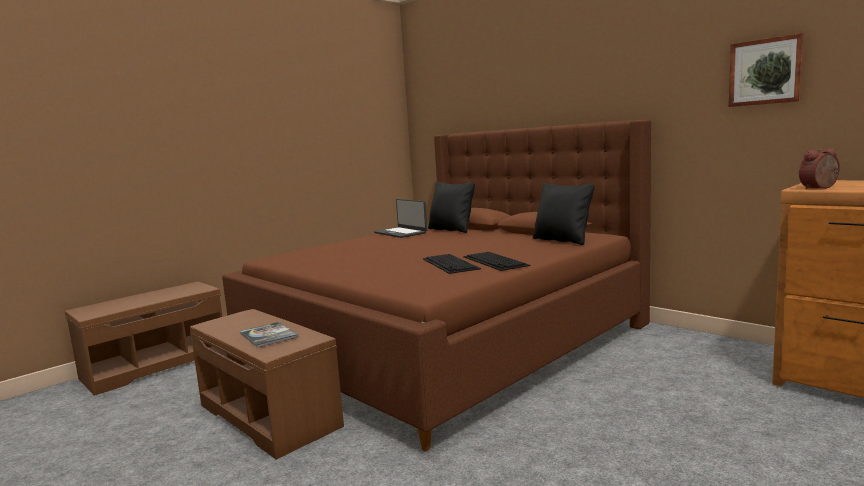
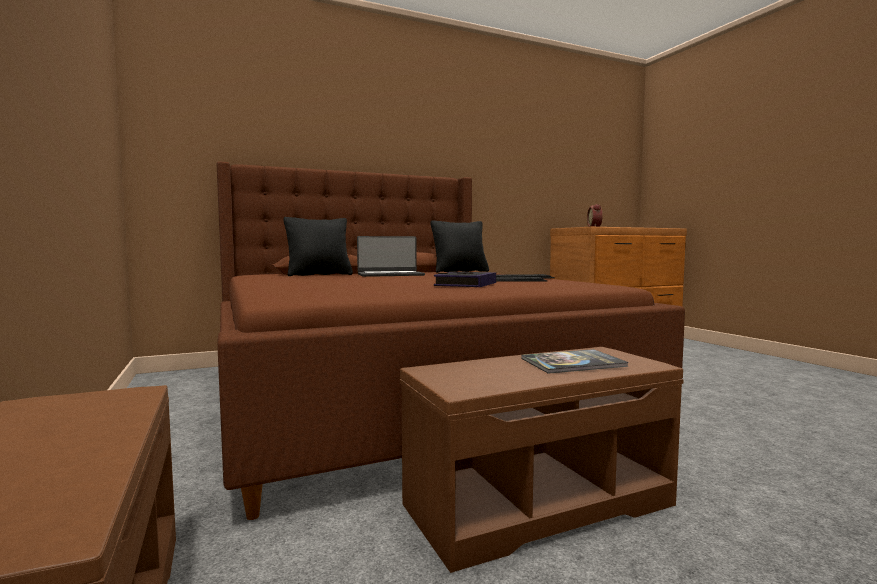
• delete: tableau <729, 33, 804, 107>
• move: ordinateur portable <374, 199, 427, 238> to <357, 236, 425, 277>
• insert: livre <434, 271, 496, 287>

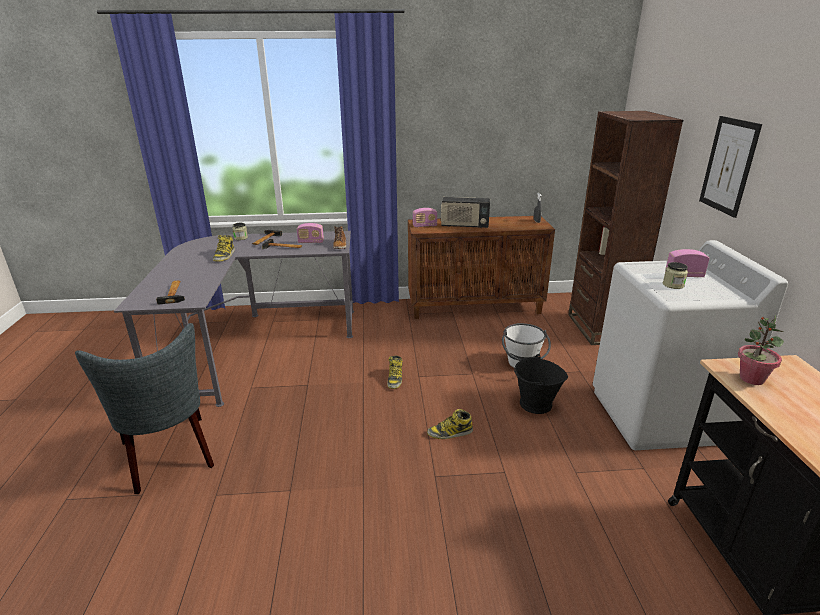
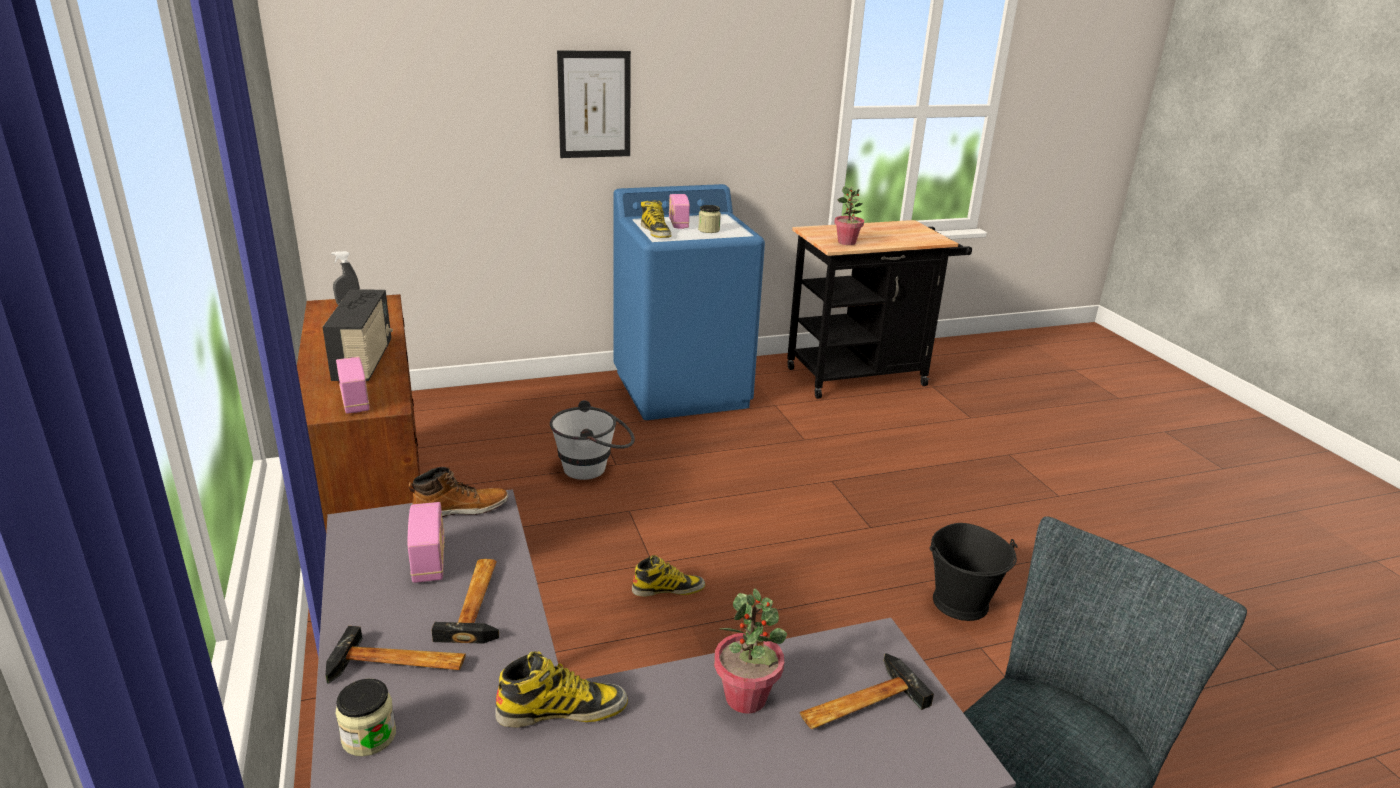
• delete: bibliothèque/marron <568, 111, 683, 345>
• recolor: lave-linge/blanc <593, 240, 788, 450> to lave-linge/bleu <614, 184, 765, 420>
• move: seau/noir <514, 354, 568, 414> to <930, 523, 1018, 621>
• move: botte <427, 409, 473, 439> to <641, 200, 671, 238>
• insert: plante en pot <714, 588, 787, 714>

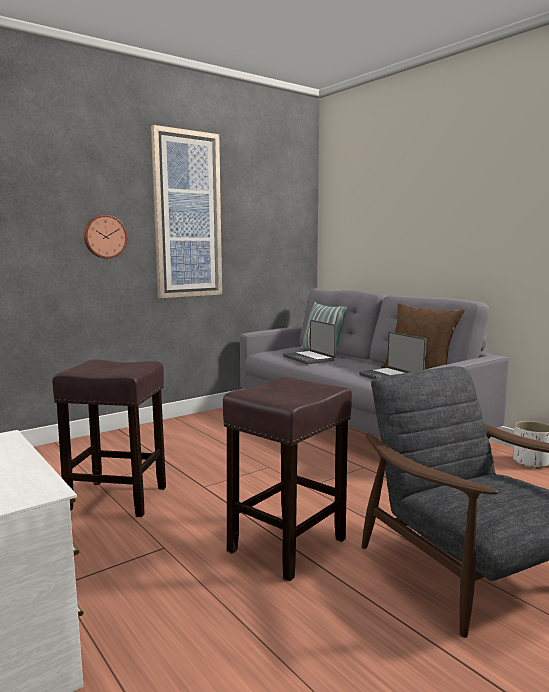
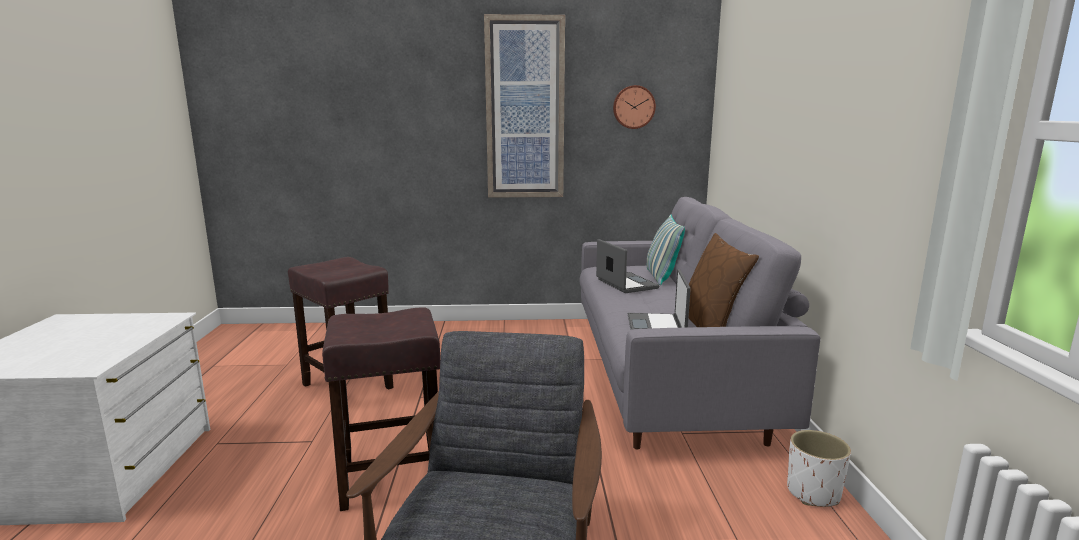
• move: horloge murale <84, 215, 127, 259> to <613, 85, 656, 129>
• rotate: ordinateur portable <283, 320, 337, 364> = <596, 239, 659, 293> 150 degrees clockwise

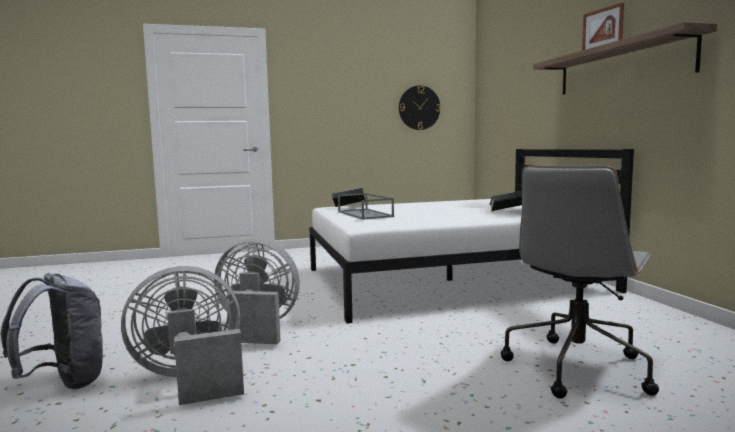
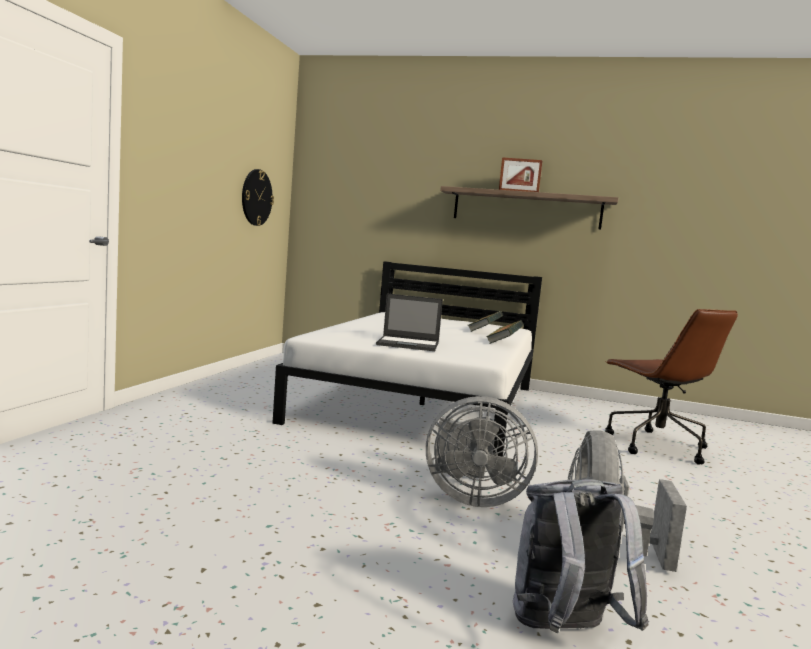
• recolor: chaise de bureau/gris <501, 166, 659, 399> to chaise de bureau/marron <605, 309, 738, 465>
• move: livre <332, 188, 365, 207> to <486, 320, 524, 344>
• replace: plateau/gris <338, 193, 394, 220> to ordinateur portable <376, 294, 443, 351>
• rotate: ventilateur/gris <214, 239, 300, 344> = <426, 396, 538, 507> 120 degrees counterclockwise

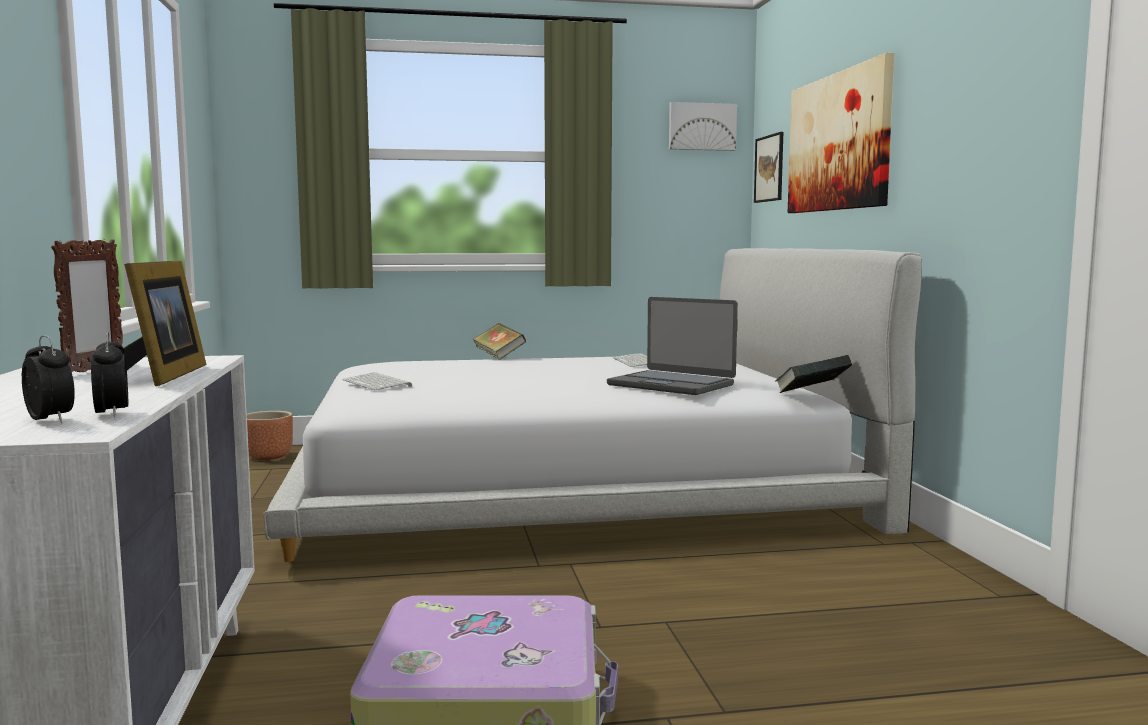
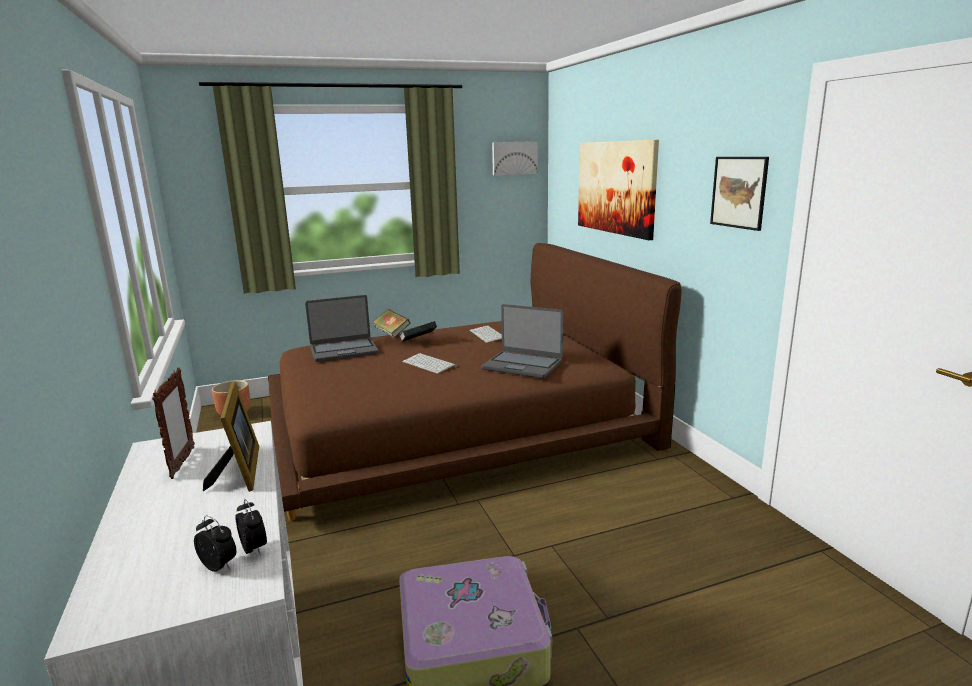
• move: tableau <754, 132, 783, 203> to <710, 157, 769, 231>
• recolor: lit/blanc <263, 248, 922, 562> to lit/marron <268, 243, 681, 521>
• move: livre <775, 355, 852, 393> to <399, 321, 437, 343>
• move: clavier <343, 372, 412, 390> to <402, 353, 457, 374>
• insert: ordinateur portable <305, 295, 379, 362>

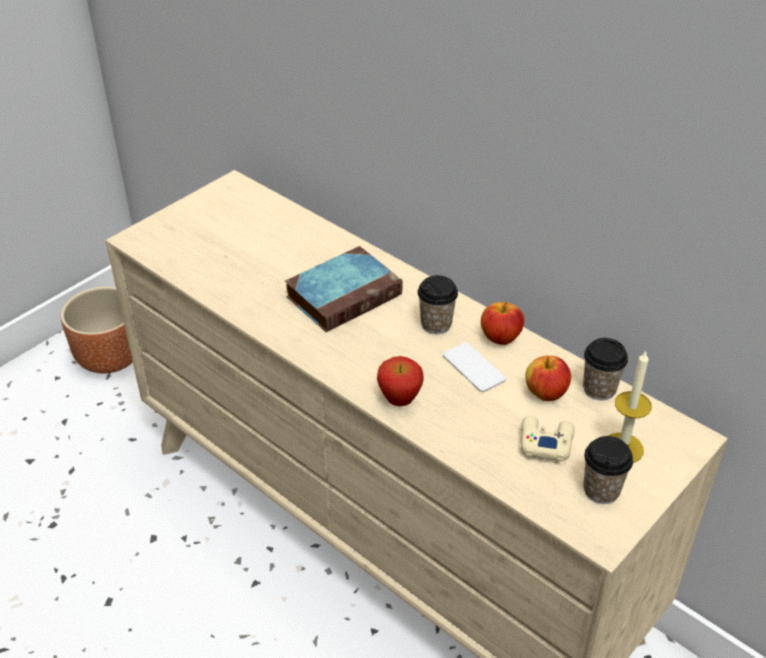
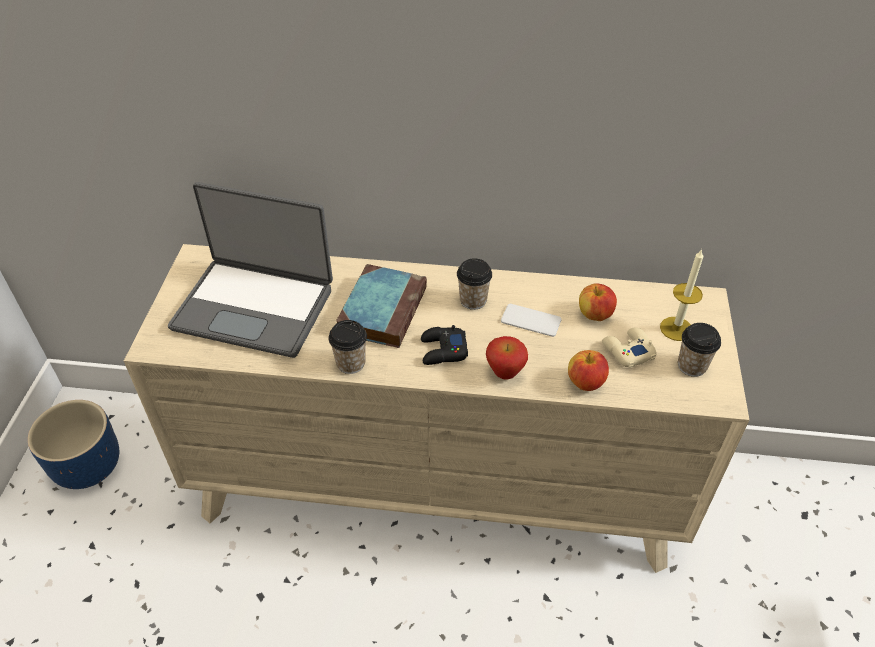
• recolor: cache-pot/marron <61, 286, 133, 374> to cache-pot/bleu <28, 400, 119, 489>
• move: pomme <481, 302, 524, 345> to <568, 350, 609, 391>
• move: tasse <583, 338, 628, 400> to <329, 320, 367, 374>
• insert: ordinateur portable <168, 182, 333, 358>
• insert: manette/noir <421, 325, 468, 365>

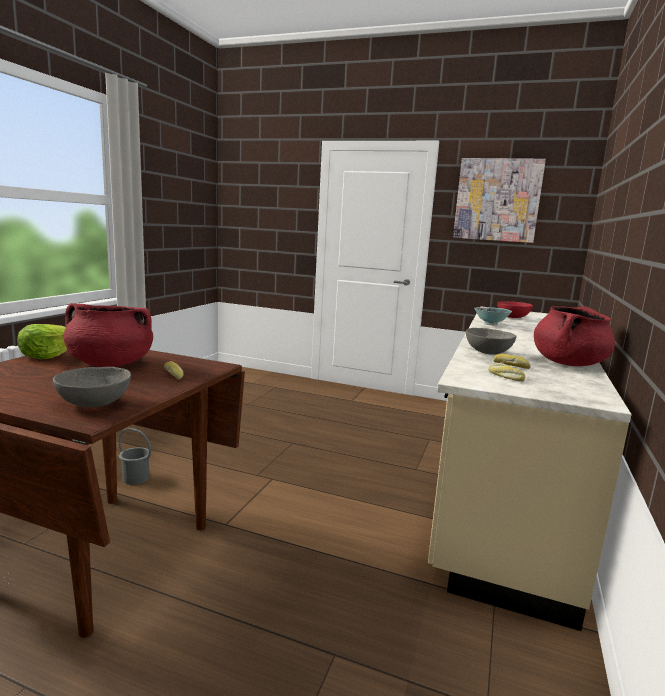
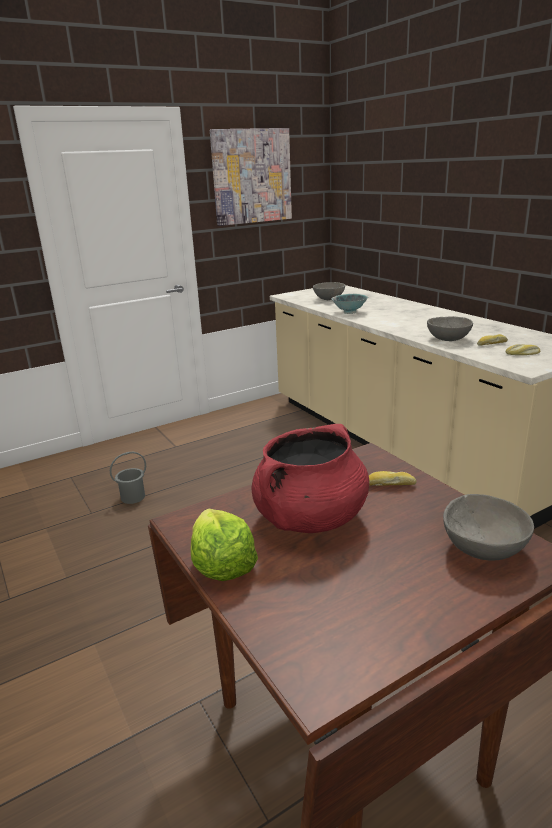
• recolor: bol/rouge <497, 301, 533, 318> to bol/gris <313, 282, 345, 300>
• delete: marmite/rouge <534, 306, 615, 366>
• move: seau/gris <119, 428, 151, 485> to <110, 452, 146, 504>

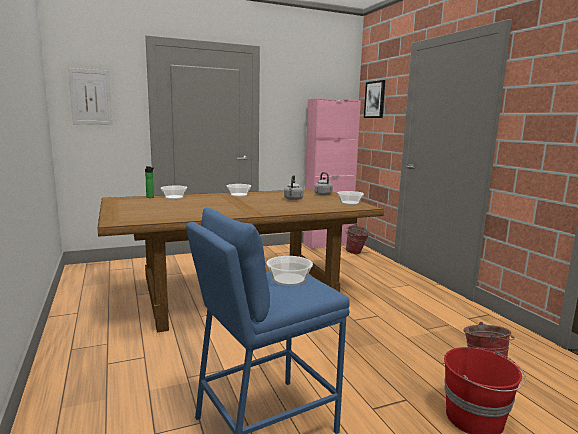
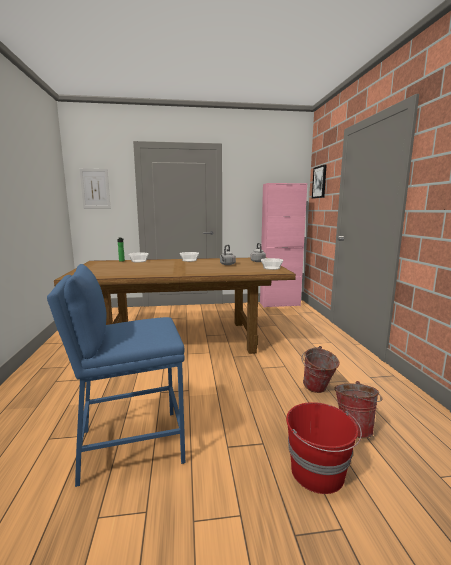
• move: seau <345, 224, 370, 254> to <301, 346, 339, 393>
• delete: bol <266, 256, 313, 286>

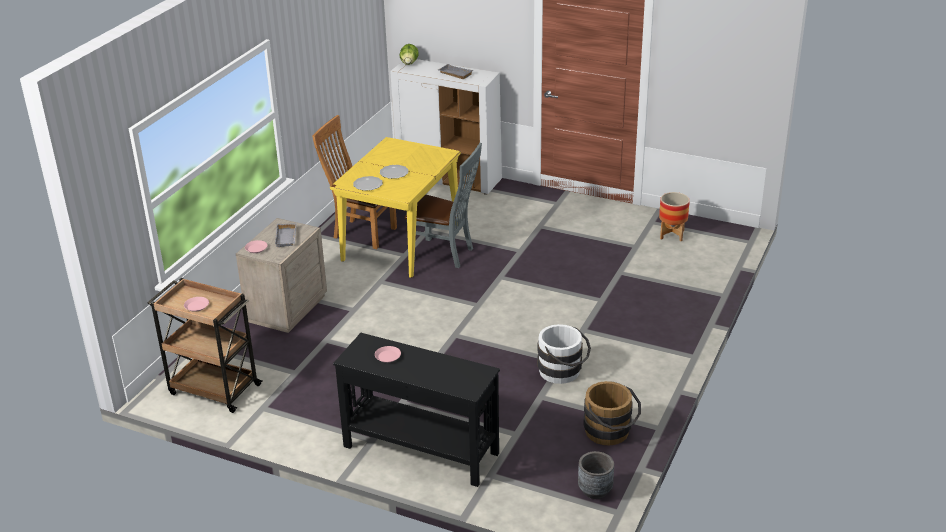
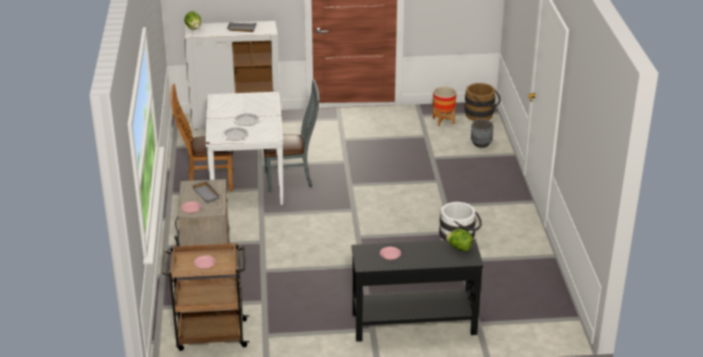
• recolor: table à manger/jaune <330, 137, 461, 278> to table à manger/blanc <205, 91, 284, 205>
• move: seau/marron <583, 381, 641, 446> to <464, 83, 501, 121>
• move: cache-pot/gris <578, 451, 614, 499> to <471, 119, 494, 148>
• insert: laitue <446, 229, 473, 251>

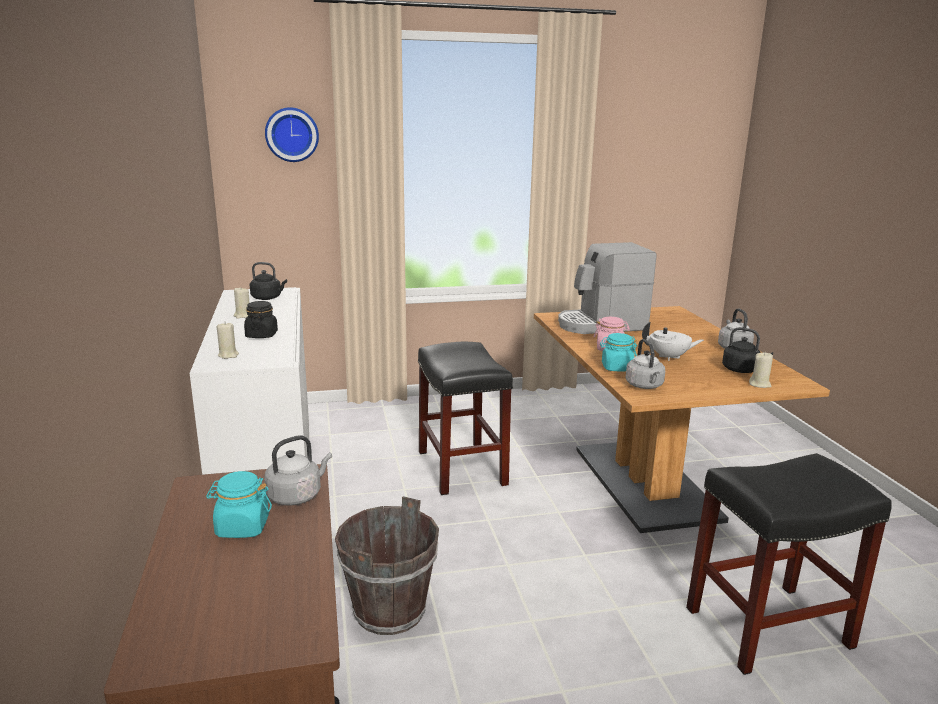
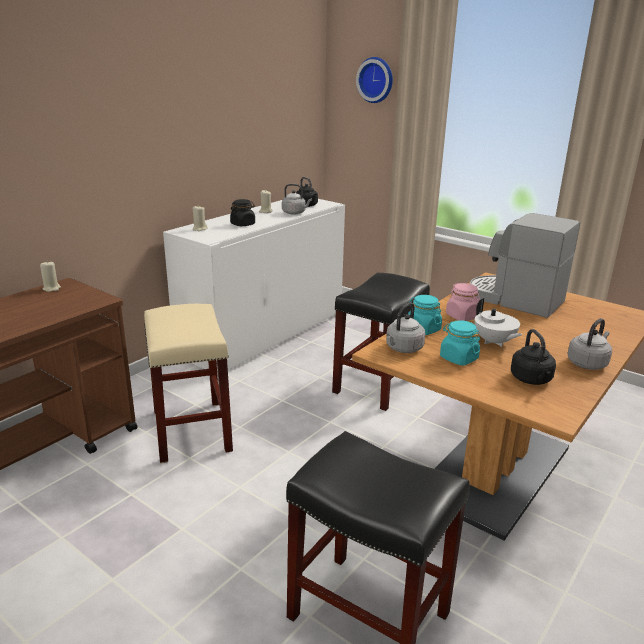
• move: bougie/beige <749, 353, 773, 388> to <40, 262, 61, 292>
• move: bouilloire/gris <264, 435, 332, 506> to <282, 184, 312, 215>
• move: bocal/turquoise <206, 471, 272, 538> to <440, 320, 480, 365>
• replace: seau/marron <335, 496, 439, 635> to tabouret/beige <144, 304, 233, 463>

